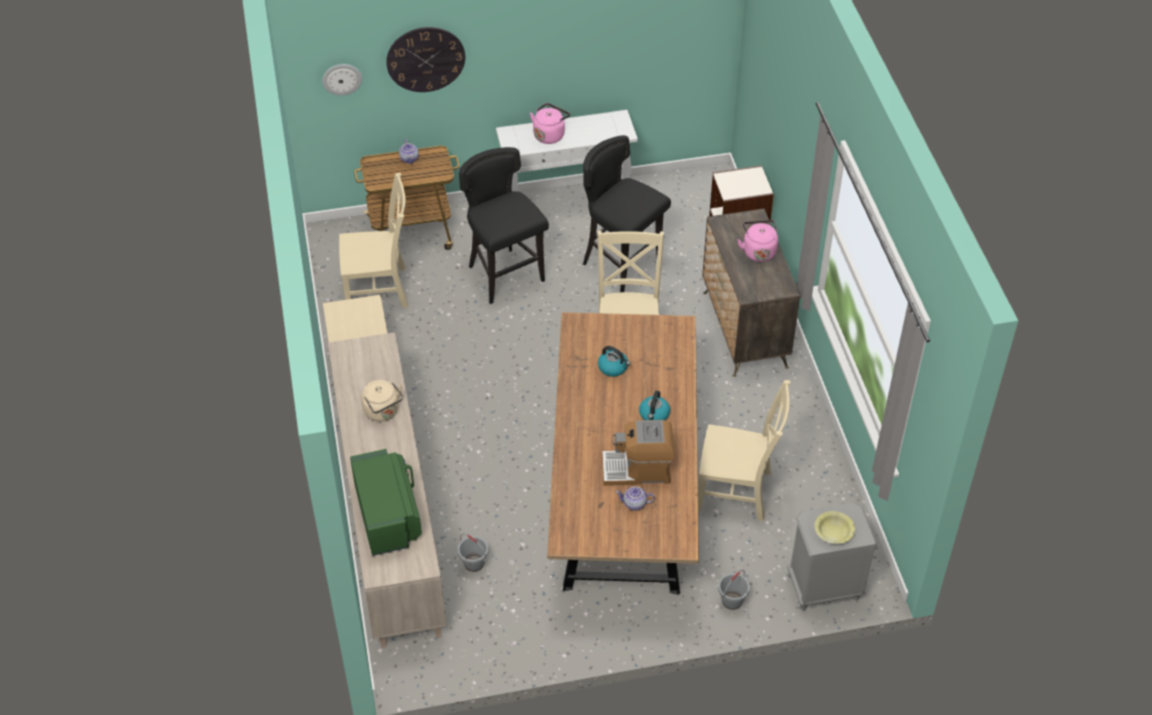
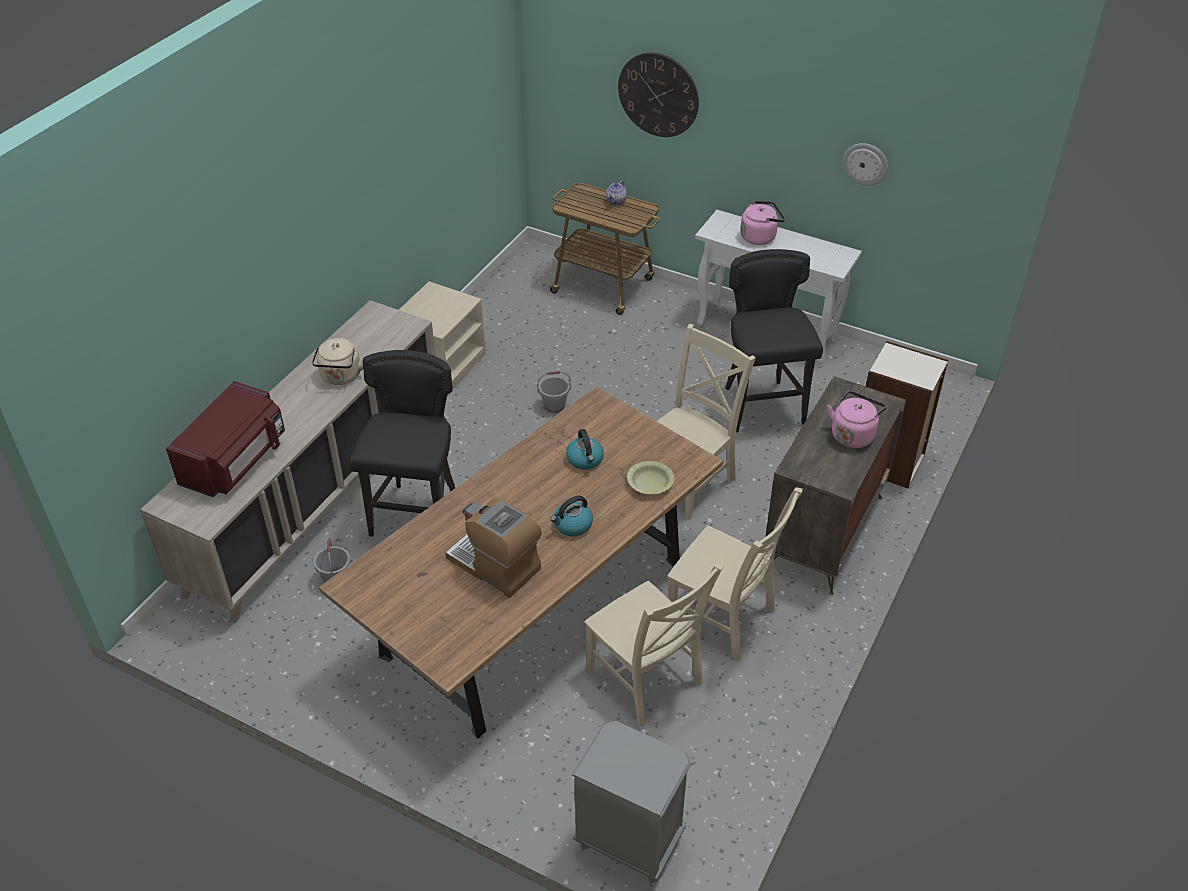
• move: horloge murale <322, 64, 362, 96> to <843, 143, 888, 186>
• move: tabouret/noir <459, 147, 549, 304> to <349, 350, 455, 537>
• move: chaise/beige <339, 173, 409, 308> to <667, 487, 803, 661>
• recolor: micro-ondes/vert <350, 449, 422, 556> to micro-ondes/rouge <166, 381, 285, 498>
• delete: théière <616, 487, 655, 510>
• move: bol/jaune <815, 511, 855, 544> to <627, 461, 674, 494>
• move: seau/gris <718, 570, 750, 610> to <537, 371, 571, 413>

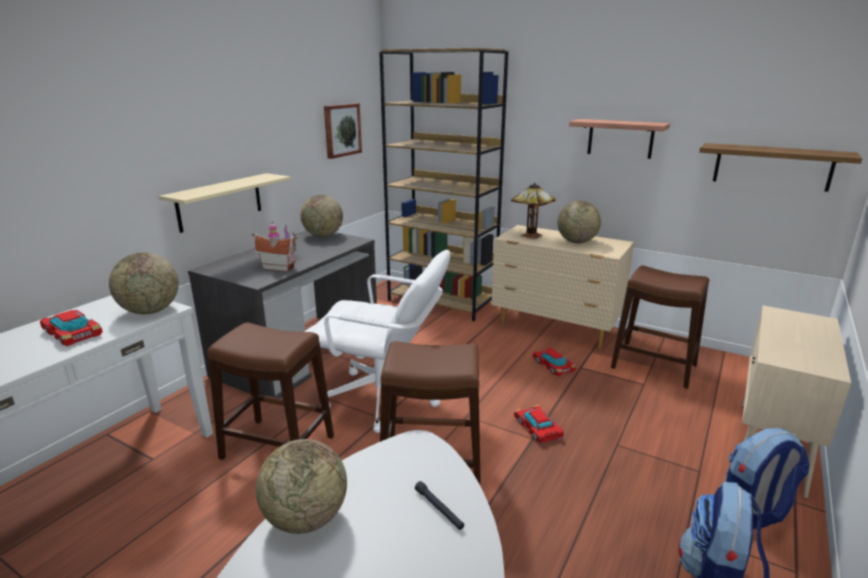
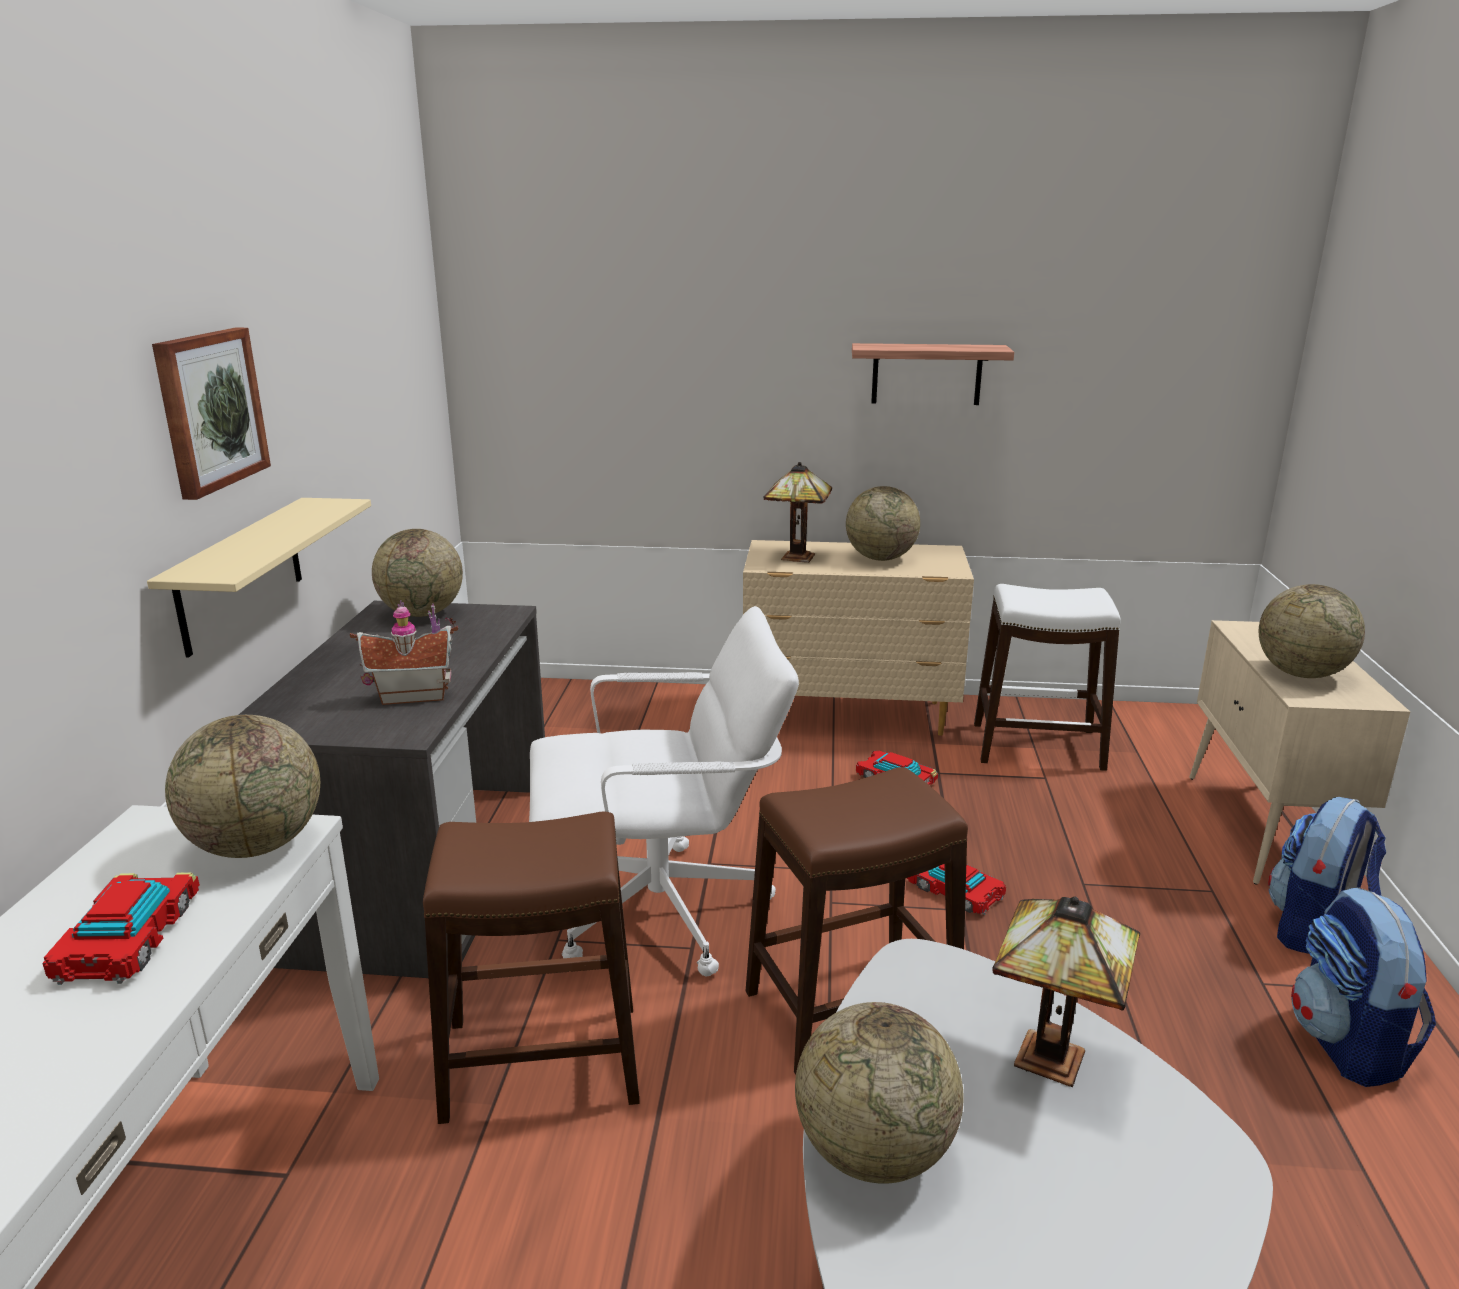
• delete: bibliothèque/marron <379, 48, 508, 321>
• move: tableau <324, 103, 362, 159> to <152, 328, 271, 500>
• delete: étagère <699, 143, 862, 192>
• recolor: tabouret/marron <611, 266, 709, 389> to tabouret/blanc <974, 584, 1121, 771>
• rotate: petite voiture <40, 310, 103, 346> = <42, 872, 200, 985> 105 degrees counterclockwise
• replace: lampe de poche/noir <415, 481, 464, 530> to lampe de table <992, 896, 1140, 1087>
• insert: globe <1259, 584, 1365, 678>

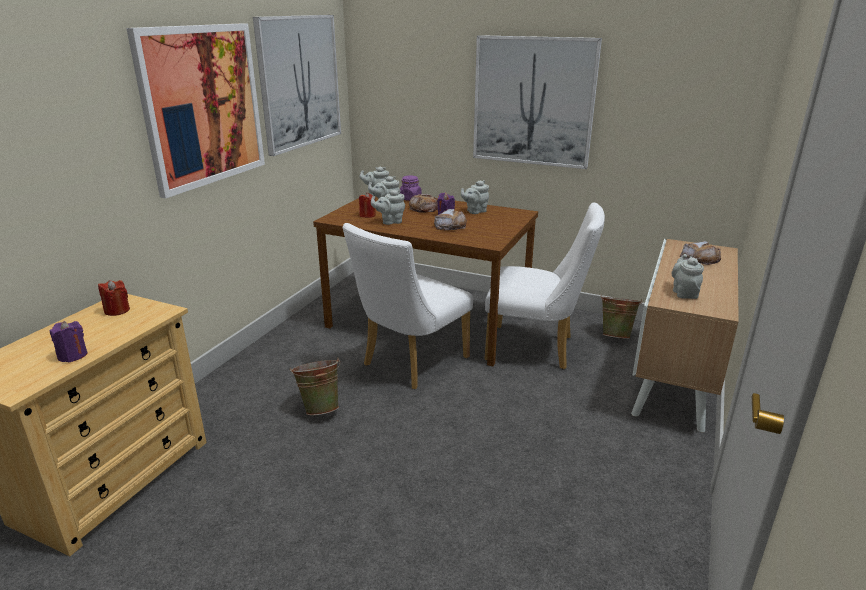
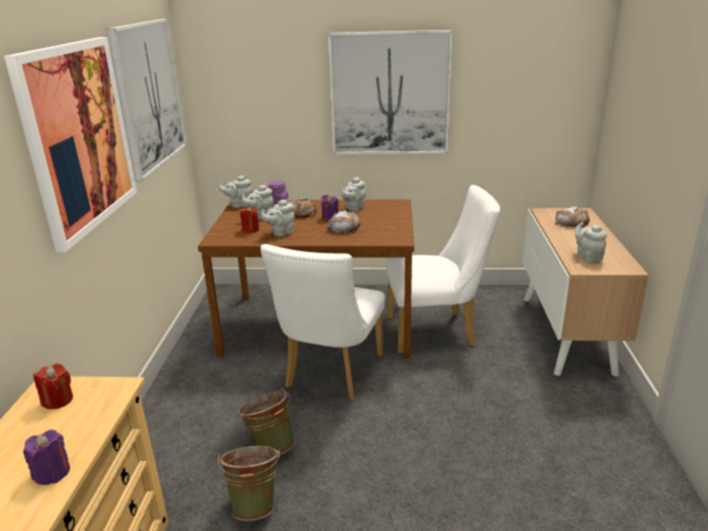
• move: seau/vert <600, 295, 643, 339> to <218, 446, 280, 521>

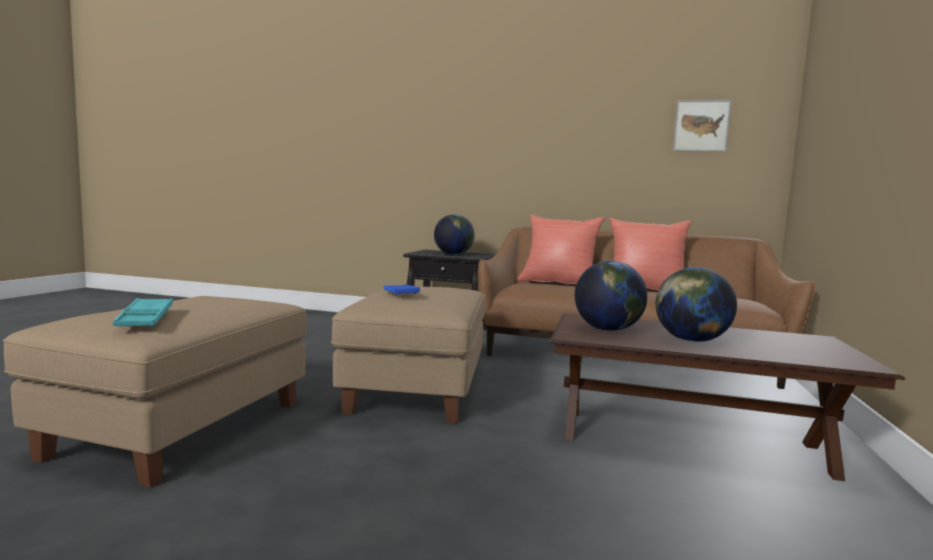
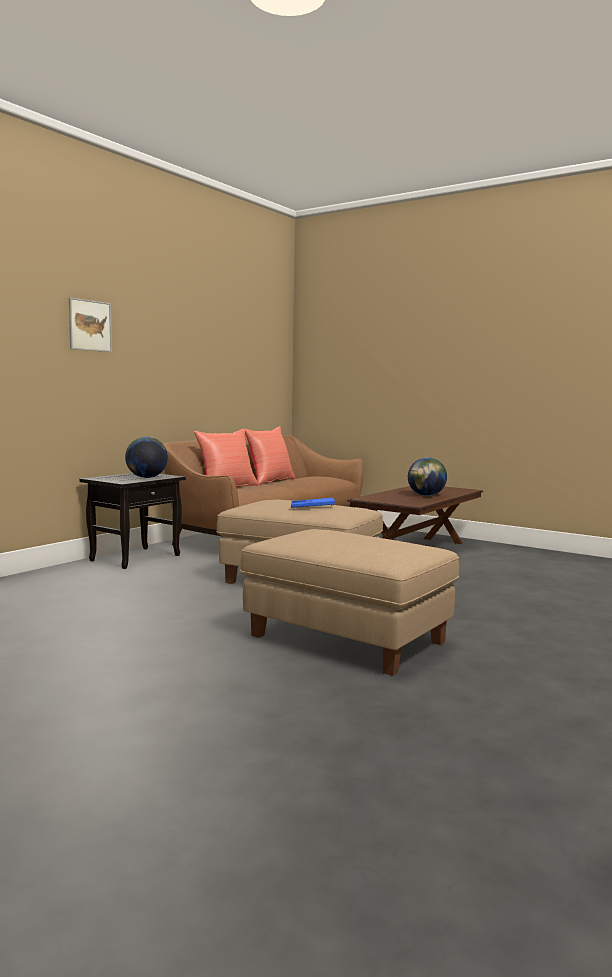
• move: tableau <673, 100, 732, 152> to <69, 297, 112, 352>
• delete: globe <575, 261, 648, 331>
• delete: plateau/turquoise <113, 298, 173, 326>

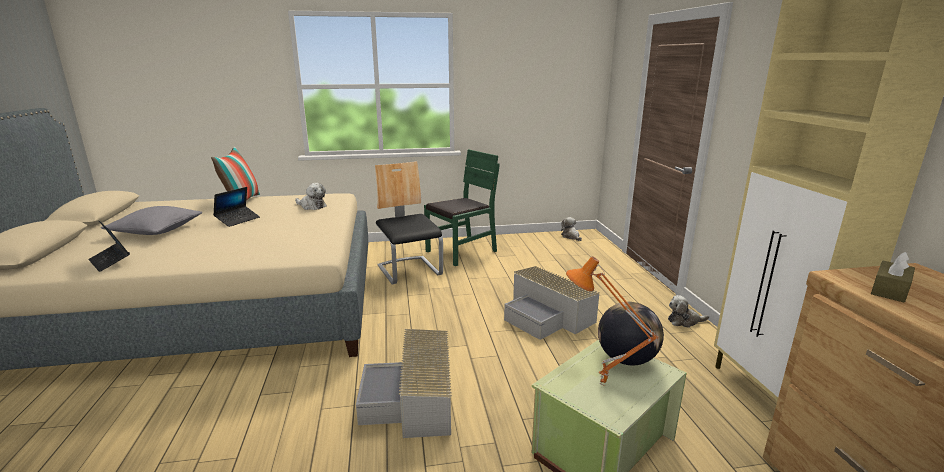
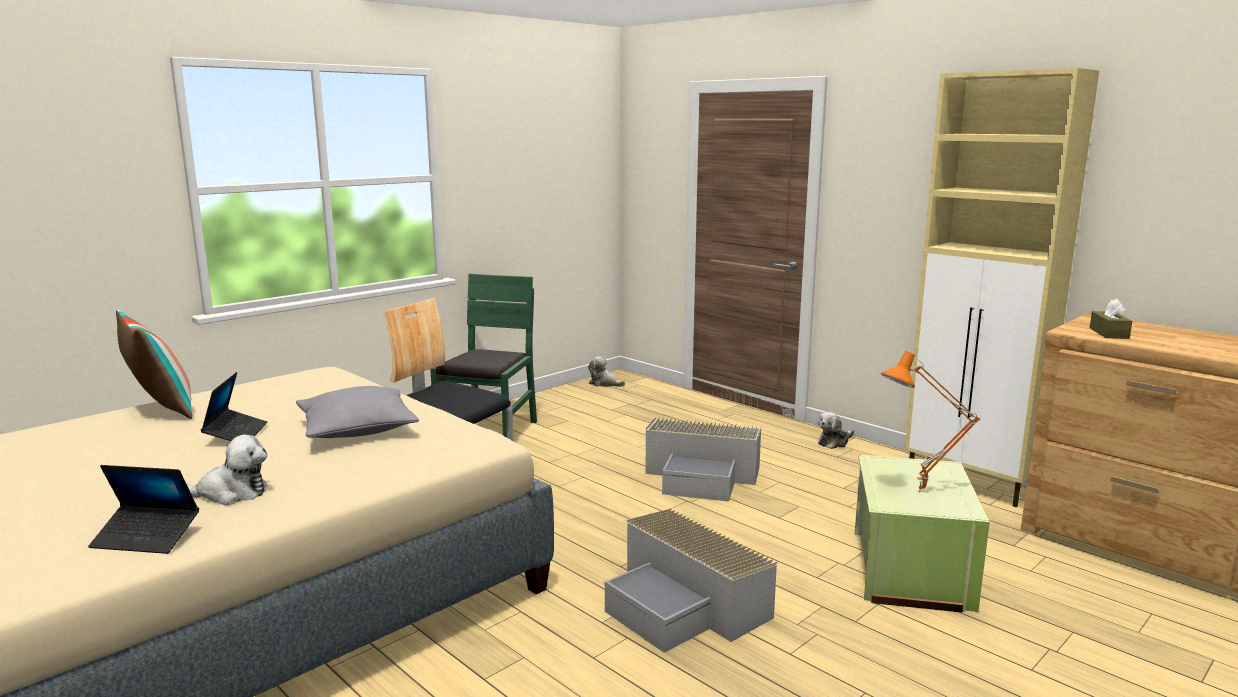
• move: peluche <295, 183, 327, 210> to <187, 435, 268, 505>
• move: coussin/gris <101, 206, 202, 235> to <296, 386, 419, 438>
• delete: globe <598, 302, 664, 365>

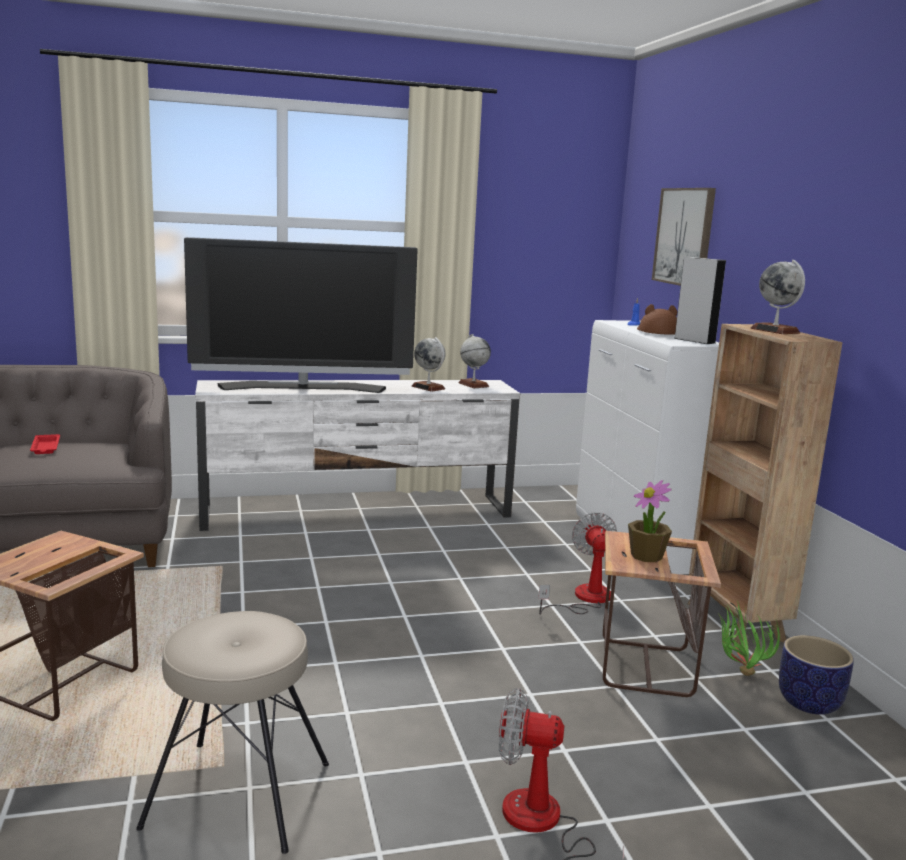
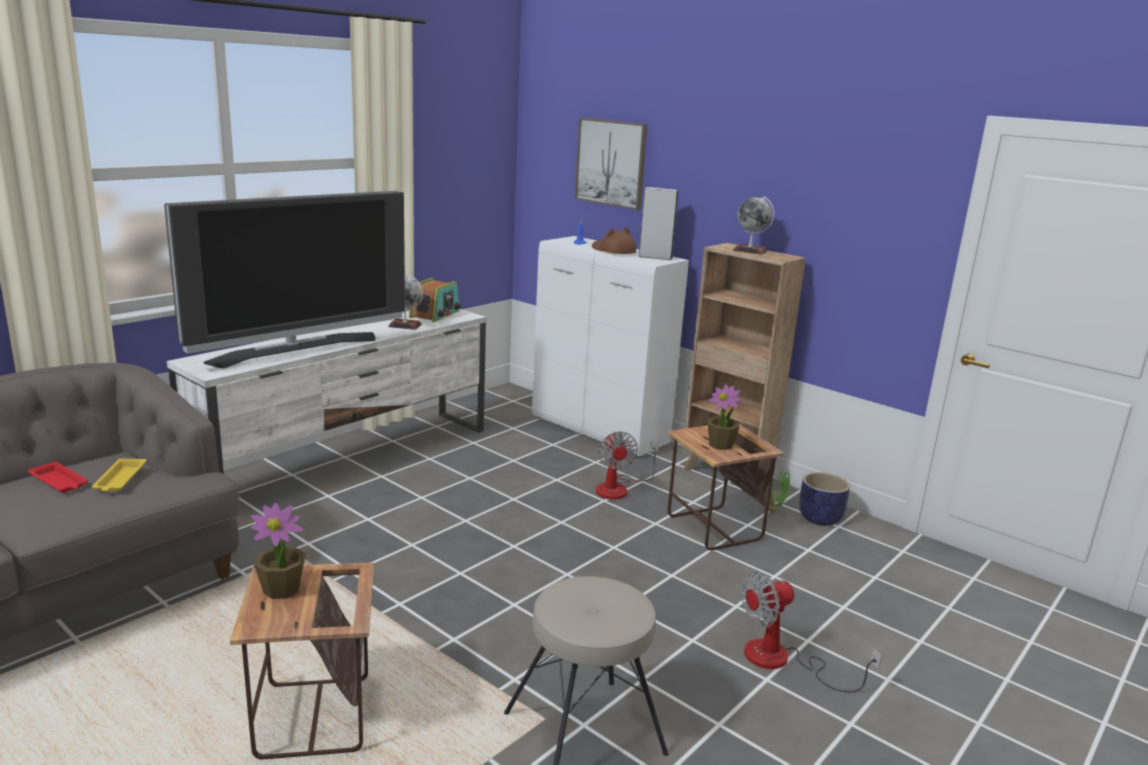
• replace: globe <458, 334, 491, 388> to radio <409, 278, 461, 322>
• rotate: ventilateur <539, 512, 617, 615> = <596, 431, 658, 499> 150 degrees counterclockwise
• insert: plateau/jaune <92, 458, 146, 491>
• insert: plante en pot <251, 503, 306, 599>

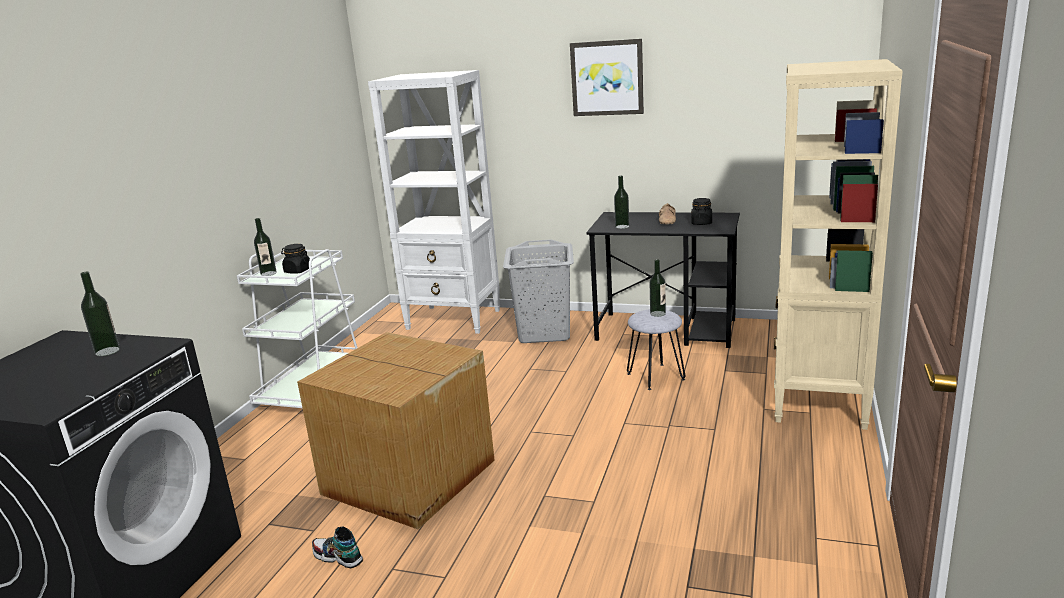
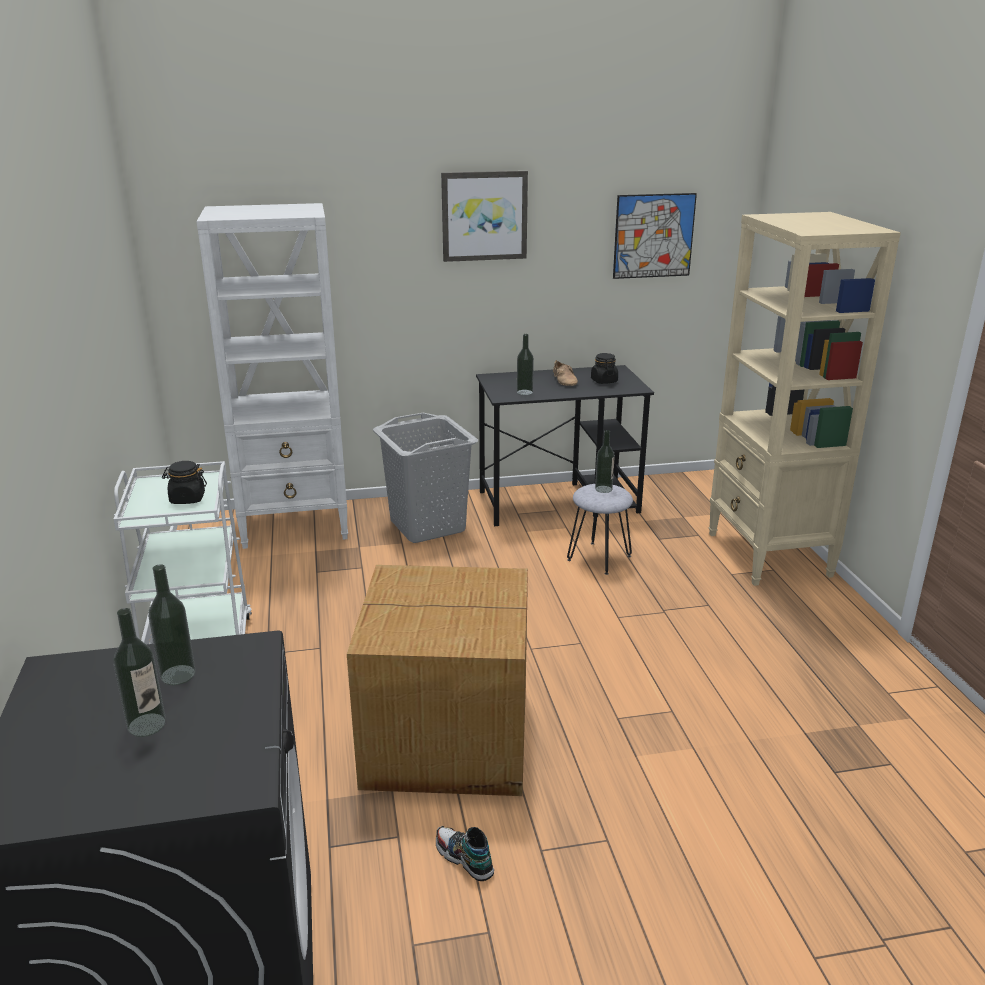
• move: bouteille <254, 218, 277, 276> to <113, 608, 166, 737>
• rotate: chaussure <312, 527, 363, 568> = <436, 826, 494, 881> 45 degrees clockwise
• insert: tableau <613, 193, 697, 279>

